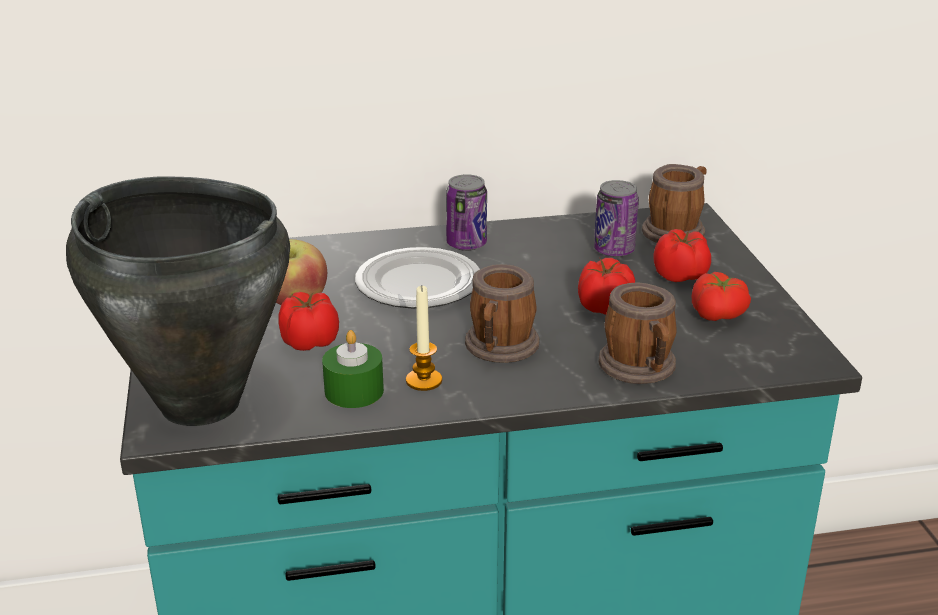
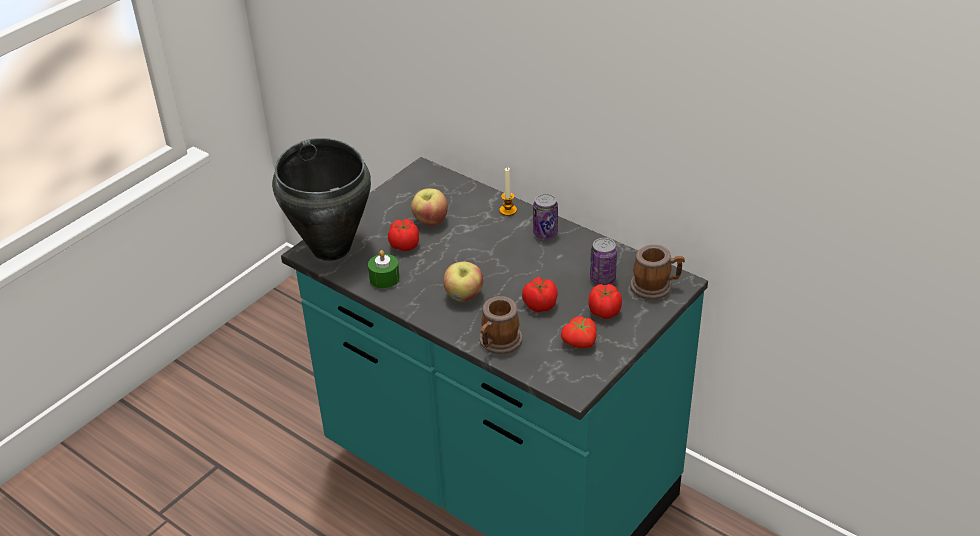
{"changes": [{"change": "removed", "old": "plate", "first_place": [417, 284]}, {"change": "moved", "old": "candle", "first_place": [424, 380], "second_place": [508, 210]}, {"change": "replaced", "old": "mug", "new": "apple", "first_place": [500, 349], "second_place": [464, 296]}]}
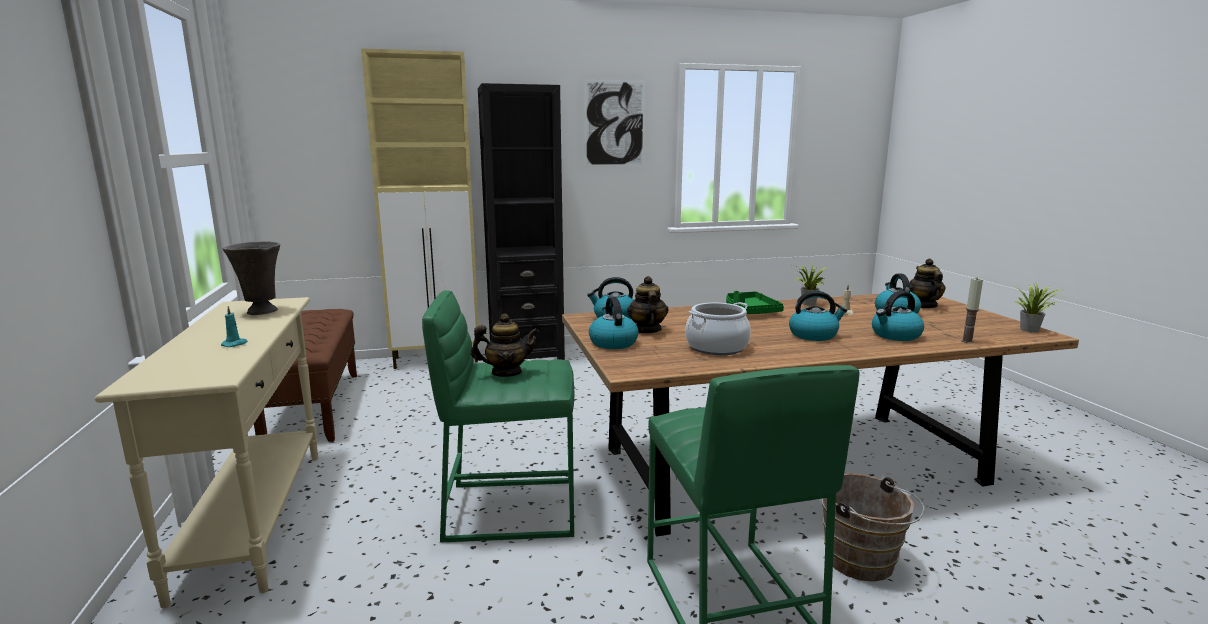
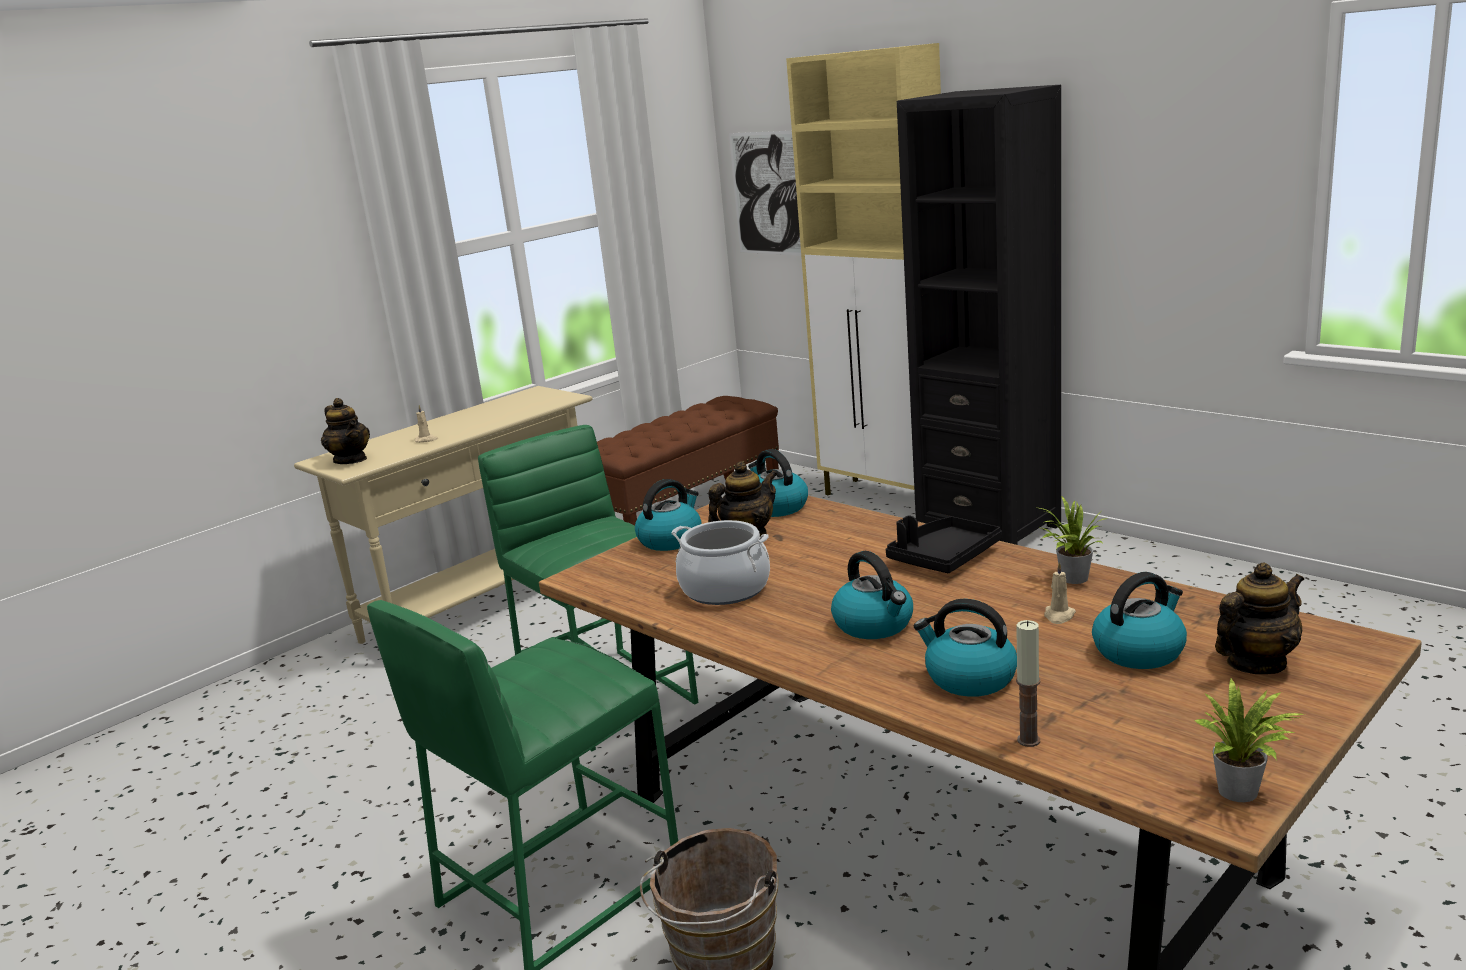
{"changes": [{"change": "removed", "old": "grey vase", "first_place": [261, 312]}, {"change": "moved", "old": "teapot", "first_place": [506, 373], "second_place": [351, 460]}, {"change": "moved", "old": "picture", "first_place": [614, 123], "second_place": [767, 193]}, {"change": "recoloured", "old": "turquoise candle", "new": "beige candle", "first_place": [235, 344], "second_place": [427, 440]}, {"change": "recoloured", "old": "green tray", "new": "black tray", "first_place": [750, 311], "second_place": [944, 557]}]}
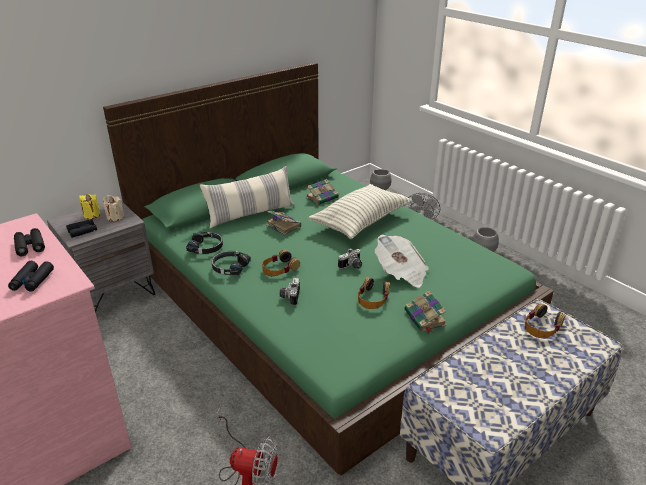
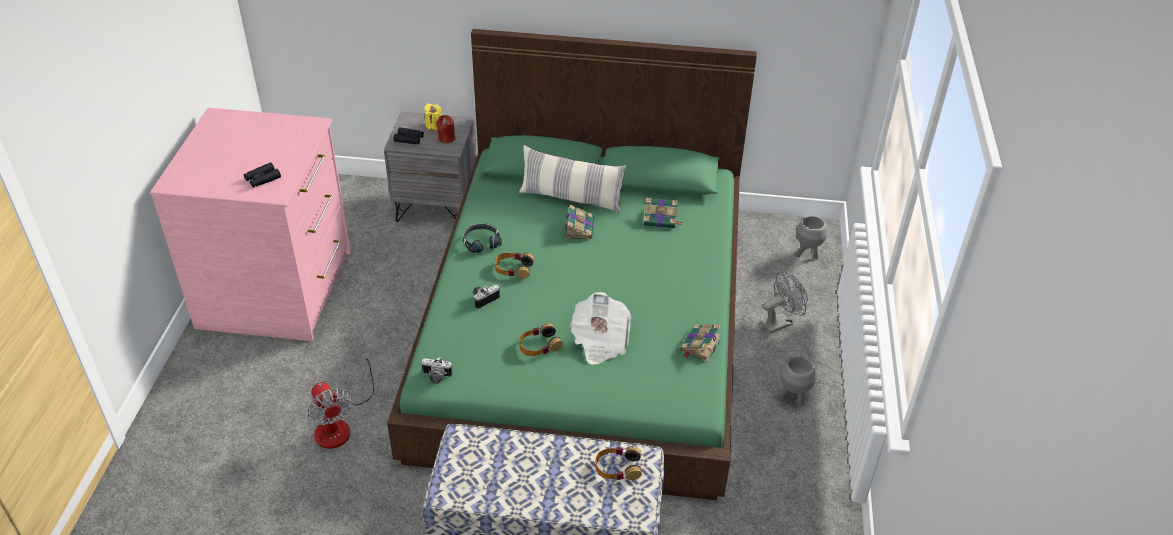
{"changes": [{"change": "removed", "old": "black binoculars", "first_place": [30, 246]}, {"change": "removed", "old": "black headphones", "first_place": [206, 247]}, {"change": "removed", "old": "pillow", "first_place": [361, 222]}, {"change": "moved", "old": "photo camera", "first_place": [352, 266], "second_place": [435, 377]}, {"change": "moved", "old": "book", "first_place": [425, 318], "second_place": [700, 346]}, {"change": "recoloured", "old": "beige candle", "new": "red candle", "first_place": [115, 217], "second_place": [446, 138]}]}
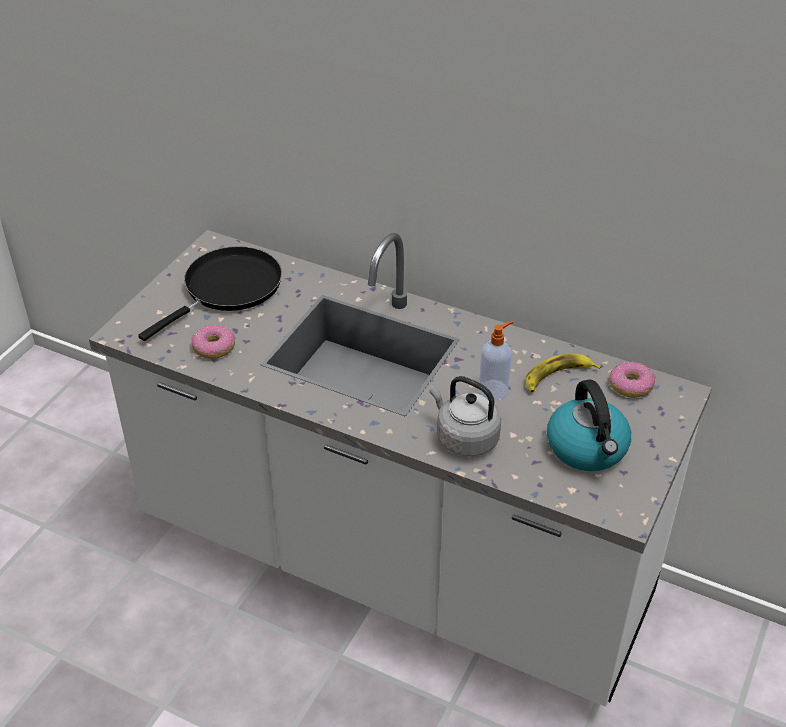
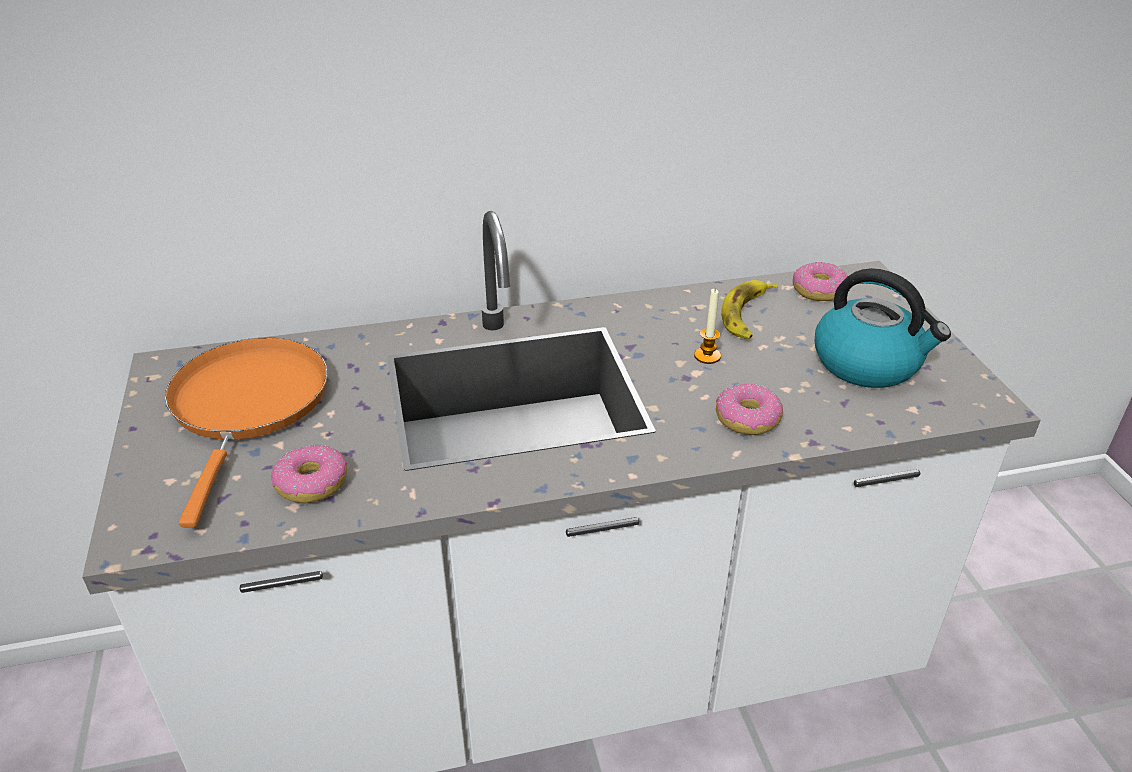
{"changes": [{"change": "replaced", "old": "grey kettle", "new": "donut", "first_place": [464, 438], "second_place": [747, 419]}, {"change": "replaced", "old": "soap dispenser", "new": "candle", "first_place": [494, 389], "second_place": [707, 356]}, {"change": "recoloured", "old": "black frying pan", "new": "orange frying pan", "first_place": [228, 289], "second_place": [248, 405]}]}
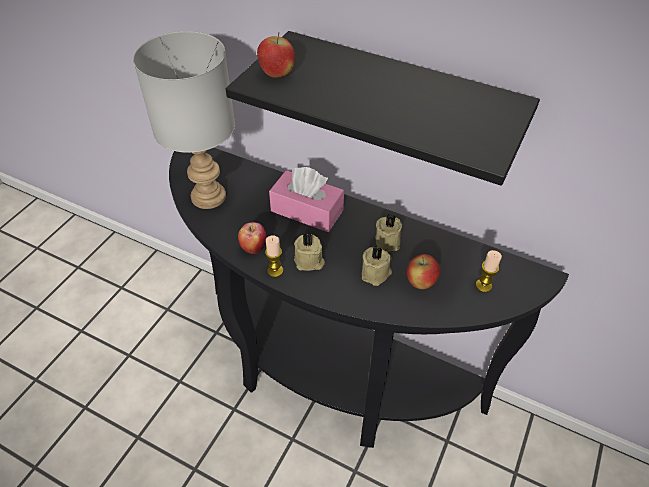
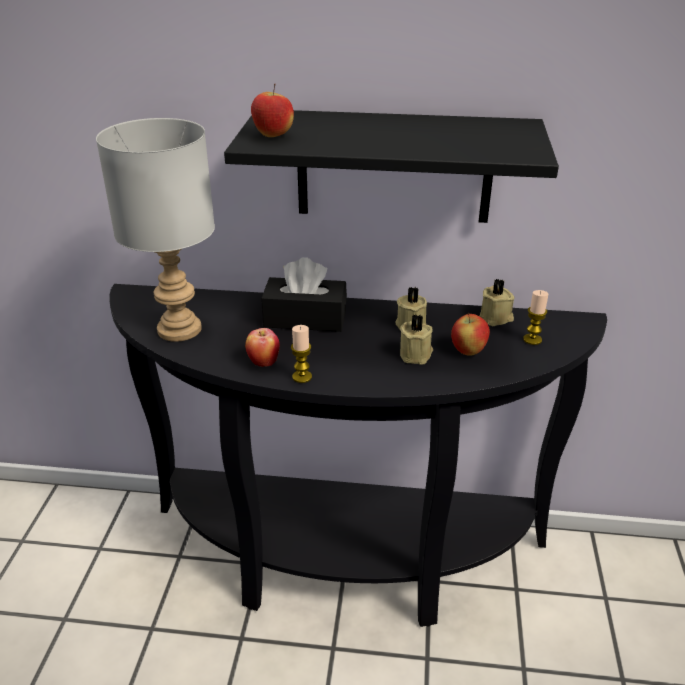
{"changes": [{"change": "moved", "old": "beige candle", "first_place": [309, 261], "second_place": [496, 318]}, {"change": "recoloured", "old": "pink tissue box", "new": "black tissue box", "first_place": [307, 211], "second_place": [305, 318]}]}
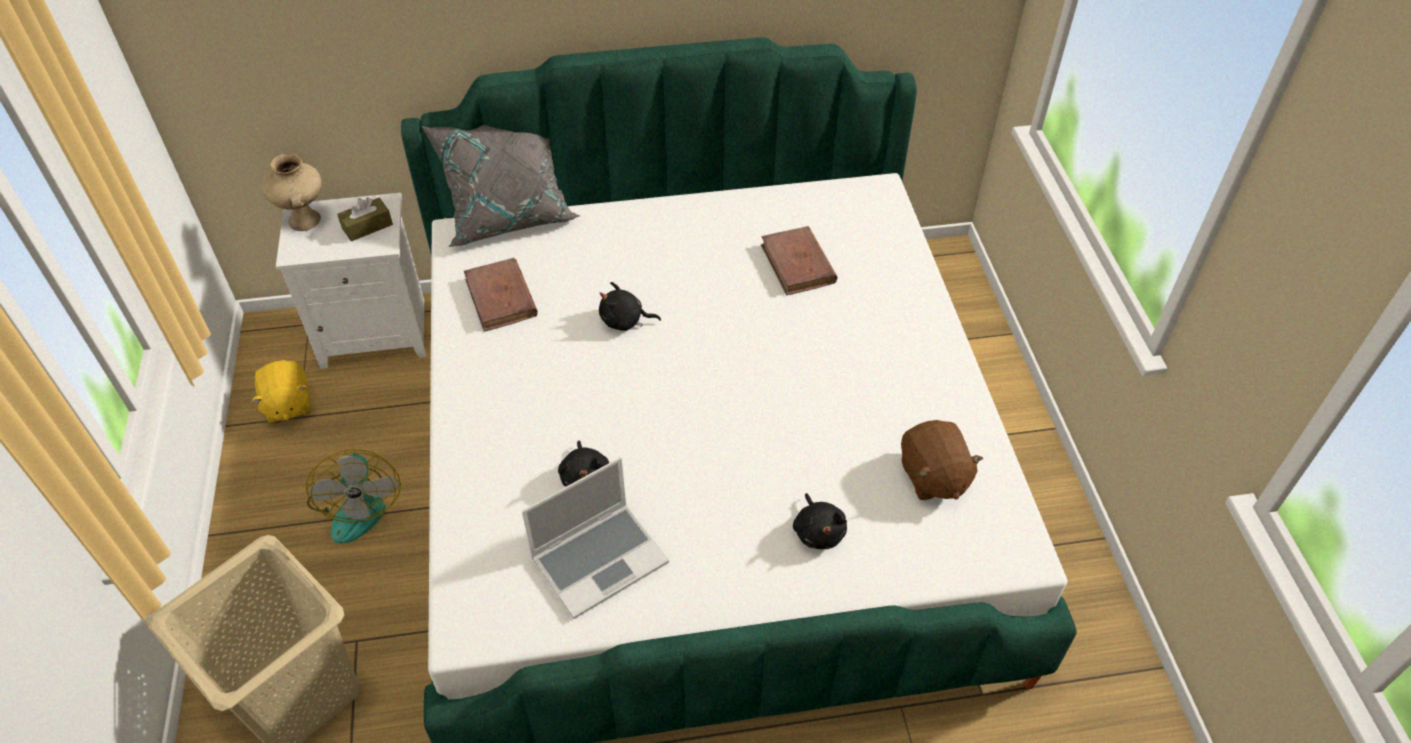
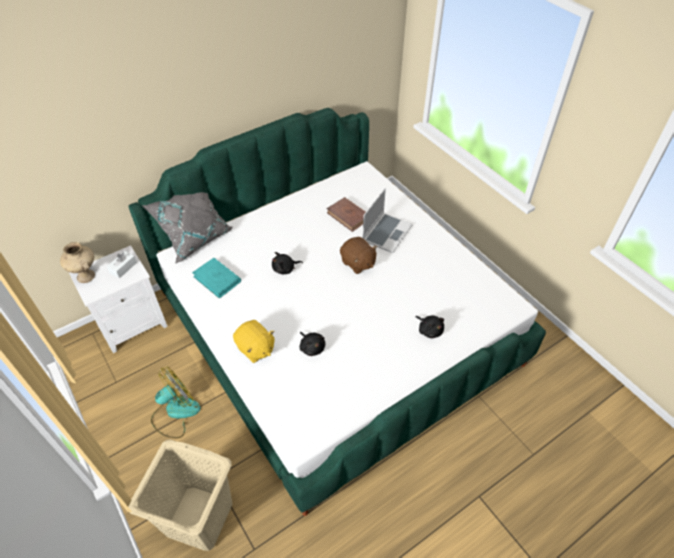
{"changes": [{"change": "moved", "old": "yellow plush toy", "first_place": [288, 405], "second_place": [255, 348]}, {"change": "moved", "old": "laptop", "first_place": [600, 559], "second_place": [386, 233]}, {"change": "moved", "old": "brown plush toy", "first_place": [933, 476], "second_place": [357, 263]}, {"change": "recoloured", "old": "brown tissue box", "new": "white tissue box", "first_place": [367, 226], "second_place": [123, 268]}, {"change": "recoloured", "old": "brown book", "new": "turquoise book", "first_place": [501, 298], "second_place": [217, 279]}, {"change": "turned", "old": "fan", "first_place": [357, 505], "second_place": [175, 412], "degrees": -90}]}
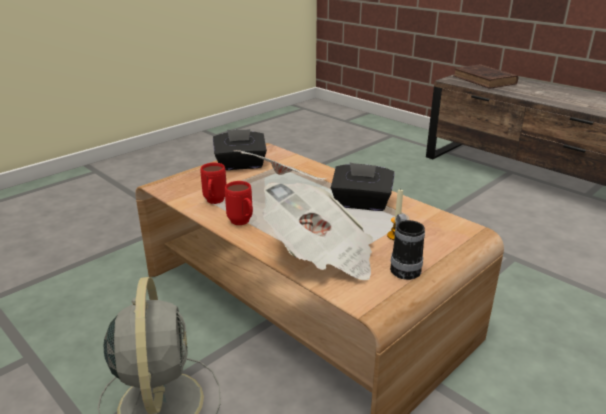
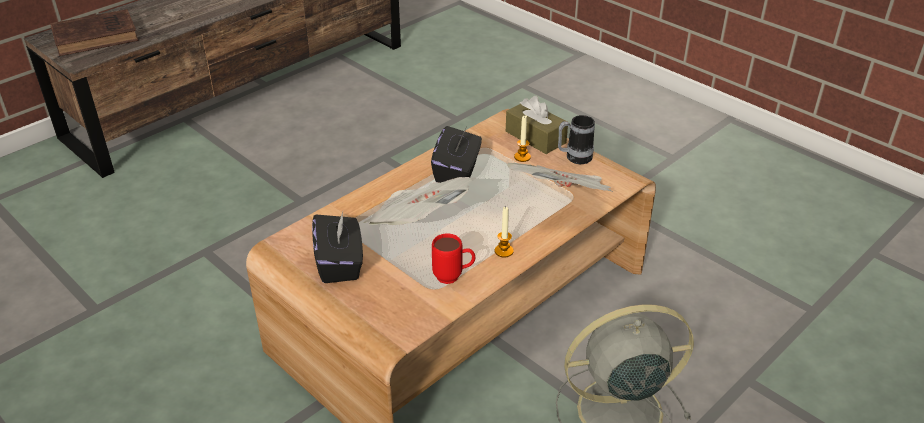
{"changes": [{"change": "added", "new": "brown tissue box", "second_place": [535, 137]}, {"change": "replaced", "old": "red mug", "new": "candle", "first_place": [242, 223], "second_place": [504, 251]}]}
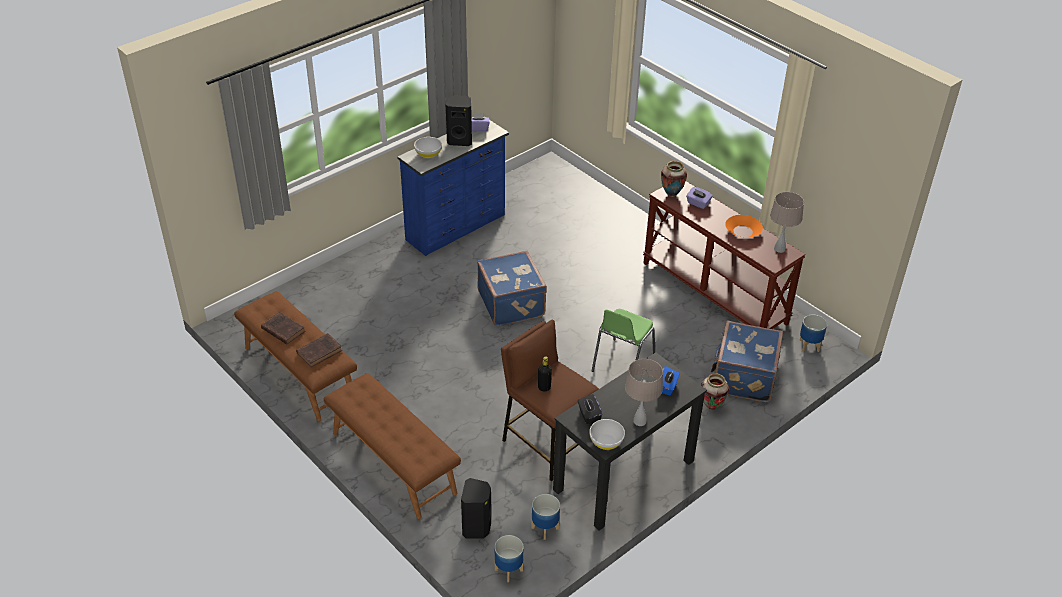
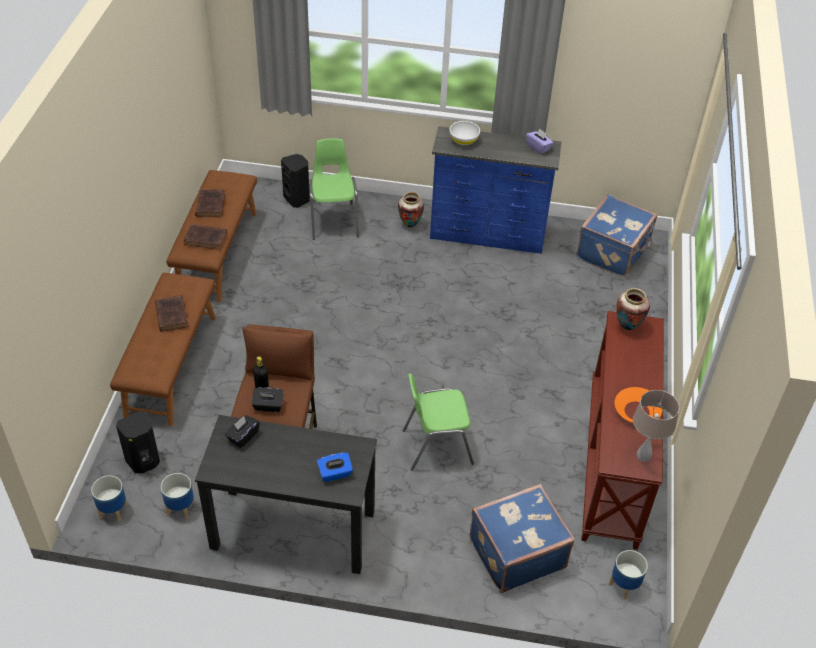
{"changes": [{"change": "removed", "old": "white bowl", "first_place": [606, 441]}, {"change": "removed", "old": "beige table lamp", "first_place": [639, 421]}, {"change": "removed", "old": "purple tissue box", "first_place": [698, 203]}, {"change": "added", "new": "brown book", "second_place": [171, 314]}, {"change": "added", "new": "black tissue box", "second_place": [268, 406]}, {"change": "added", "new": "green chair", "second_place": [334, 221]}, {"change": "moved", "old": "black speaker", "first_place": [460, 140], "second_place": [297, 199]}, {"change": "moved", "old": "blue suitcase", "first_place": [512, 303], "second_place": [614, 252]}, {"change": "moved", "old": "vase", "first_place": [711, 406], "second_place": [410, 225]}]}
